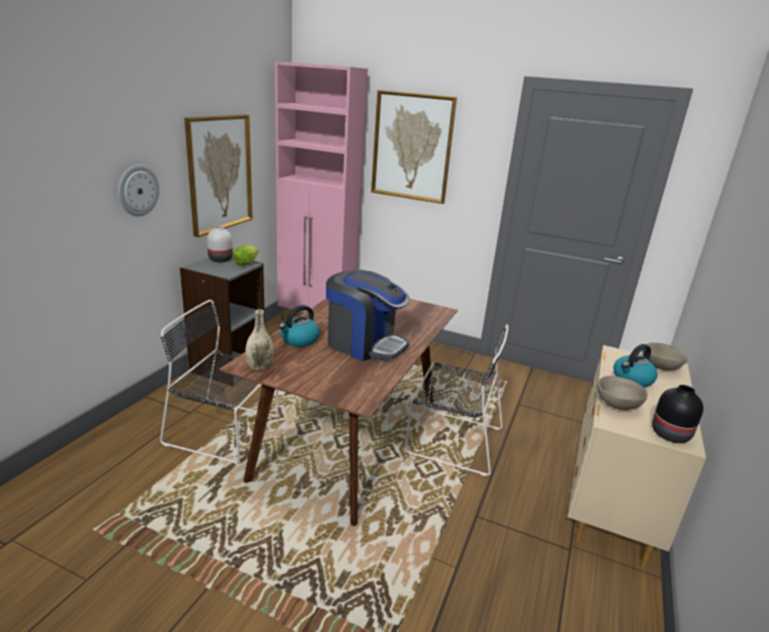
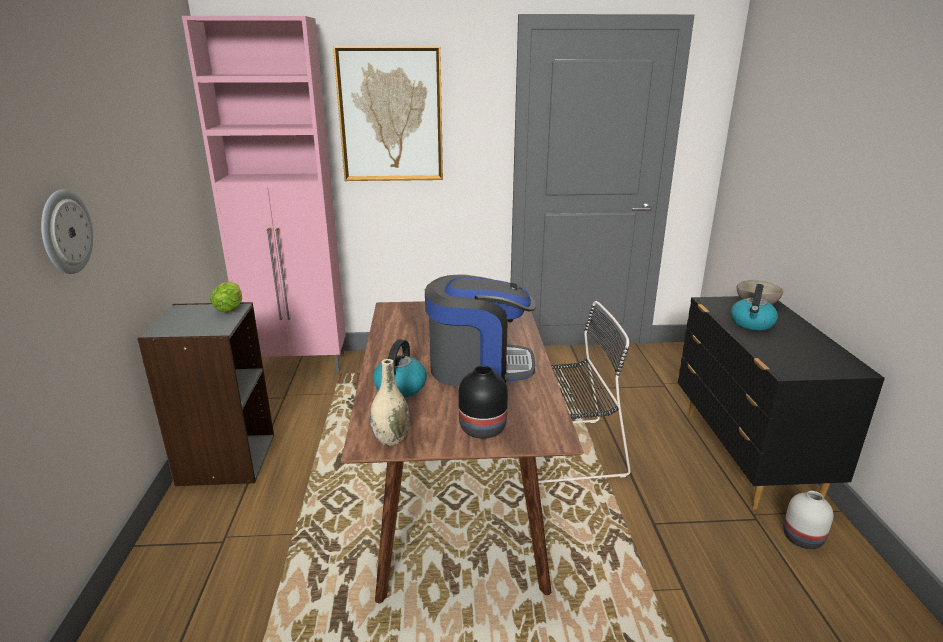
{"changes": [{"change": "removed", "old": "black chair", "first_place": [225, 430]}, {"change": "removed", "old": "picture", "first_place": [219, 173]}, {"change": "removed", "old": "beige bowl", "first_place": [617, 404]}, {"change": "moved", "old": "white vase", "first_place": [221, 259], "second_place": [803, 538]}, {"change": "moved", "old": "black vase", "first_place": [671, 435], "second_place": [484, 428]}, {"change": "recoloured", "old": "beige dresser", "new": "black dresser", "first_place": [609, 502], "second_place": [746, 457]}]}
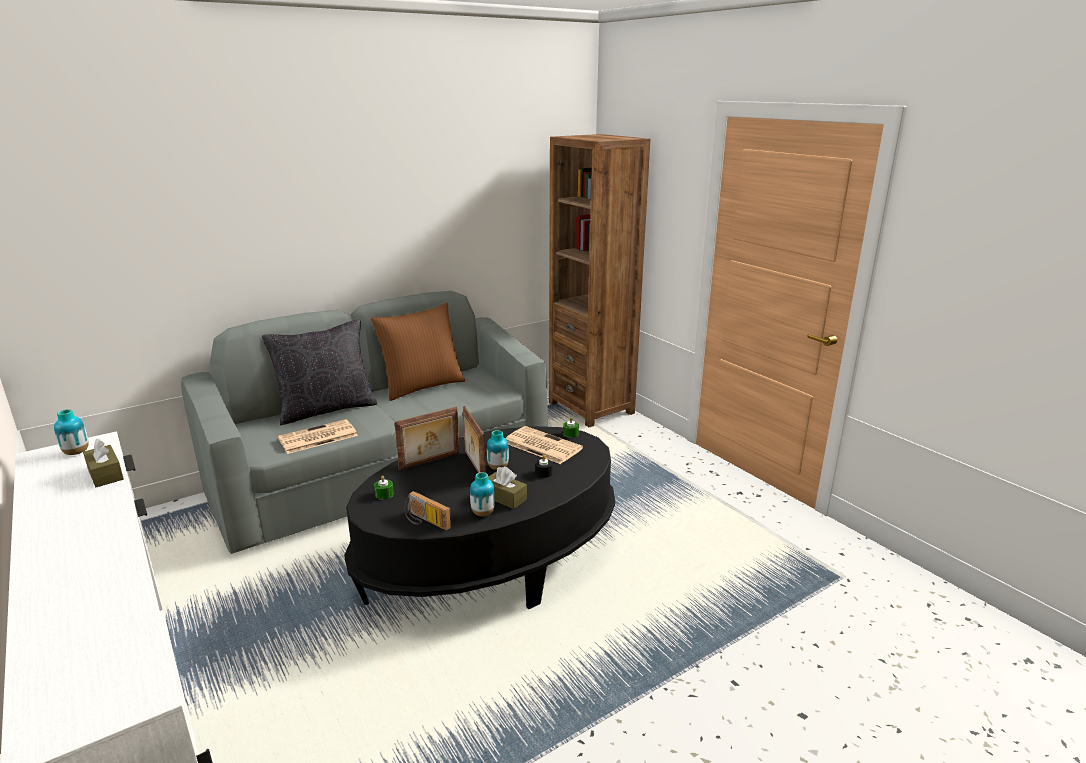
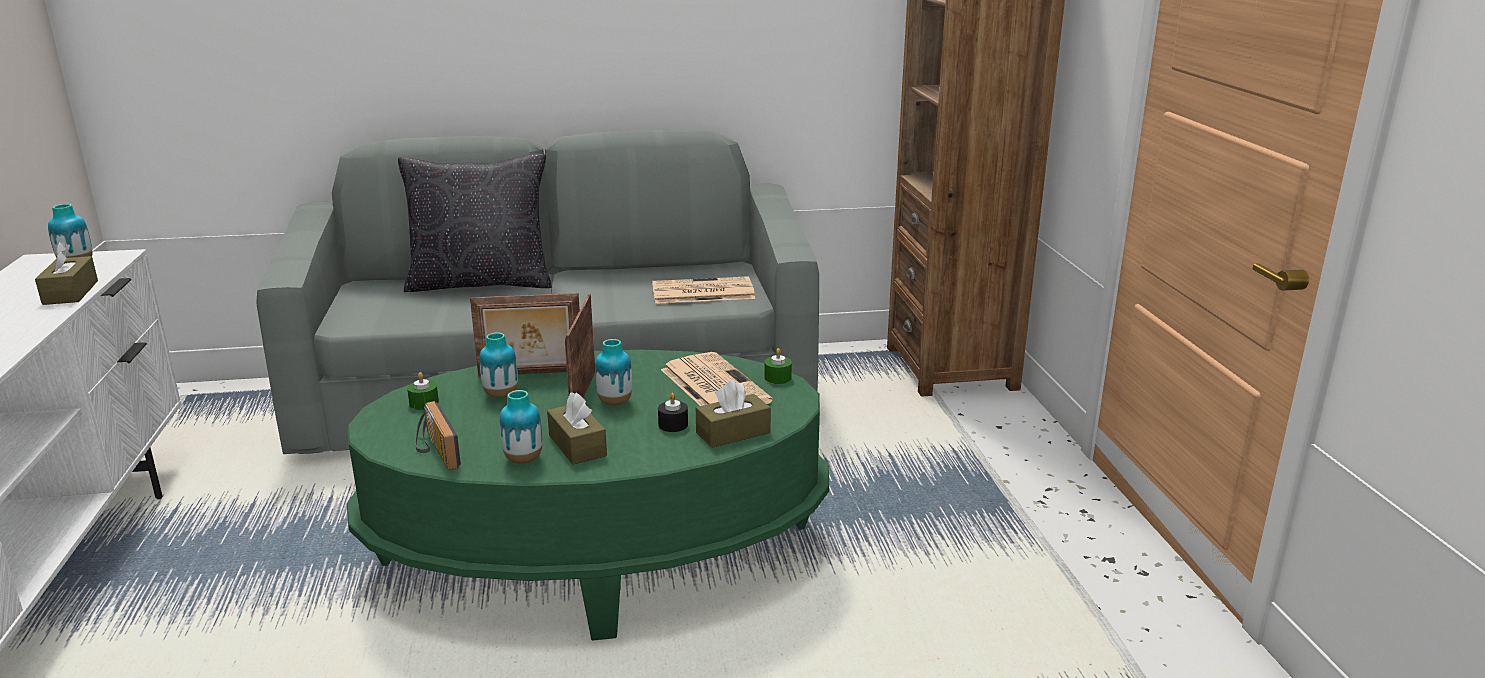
{"changes": [{"change": "removed", "old": "brown pillow", "first_place": [422, 386]}, {"change": "added", "new": "vase", "second_place": [501, 395]}, {"change": "added", "new": "brown tissue box", "second_place": [733, 433]}, {"change": "moved", "old": "newspaper", "first_place": [317, 437], "second_place": [701, 292]}, {"change": "recoloured", "old": "black coffee table", "new": "green coffee table", "first_place": [490, 560], "second_place": [599, 554]}]}
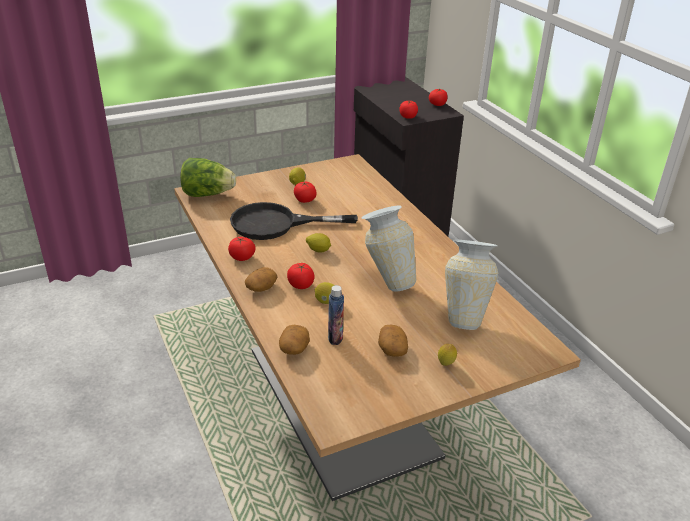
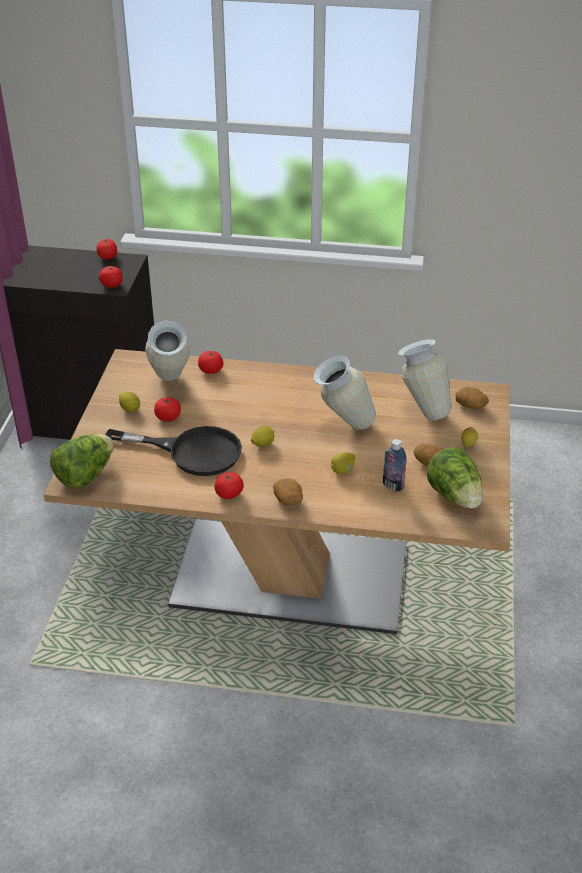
{"changes": [{"change": "added", "new": "vase", "second_place": [170, 387]}, {"change": "added", "new": "lettuce", "second_place": [455, 496]}, {"change": "moved", "old": "potato", "first_place": [294, 348], "second_place": [471, 405]}, {"change": "moved", "old": "tomato", "first_place": [301, 285], "second_place": [211, 370]}, {"change": "turned", "old": "black frying pan", "first_place": [276, 224], "second_place": [192, 452], "degrees": -105}]}
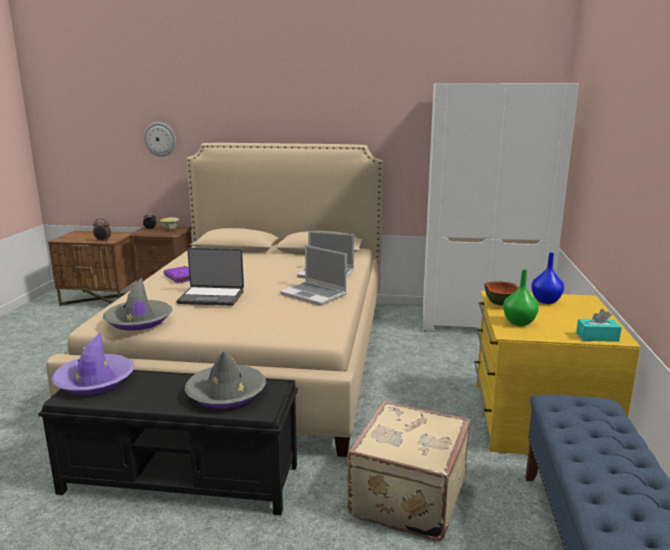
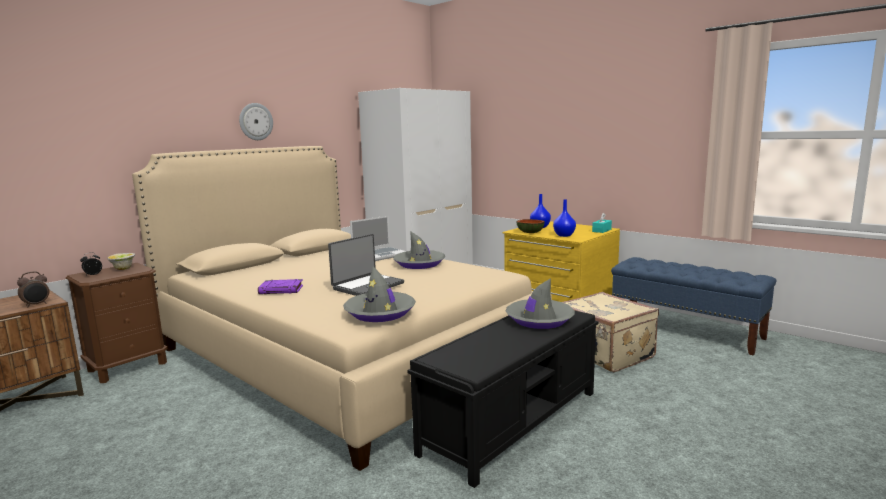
{"changes": [{"change": "removed", "old": "purple hat", "first_place": [95, 381]}, {"change": "moved", "old": "wall clock", "first_place": [160, 139], "second_place": [255, 121]}, {"change": "replaced", "old": "laptop", "new": "grey hat", "first_place": [314, 294], "second_place": [419, 264]}, {"change": "recoloured", "old": "green vase", "new": "blue vase", "first_place": [519, 322], "second_place": [564, 235]}]}
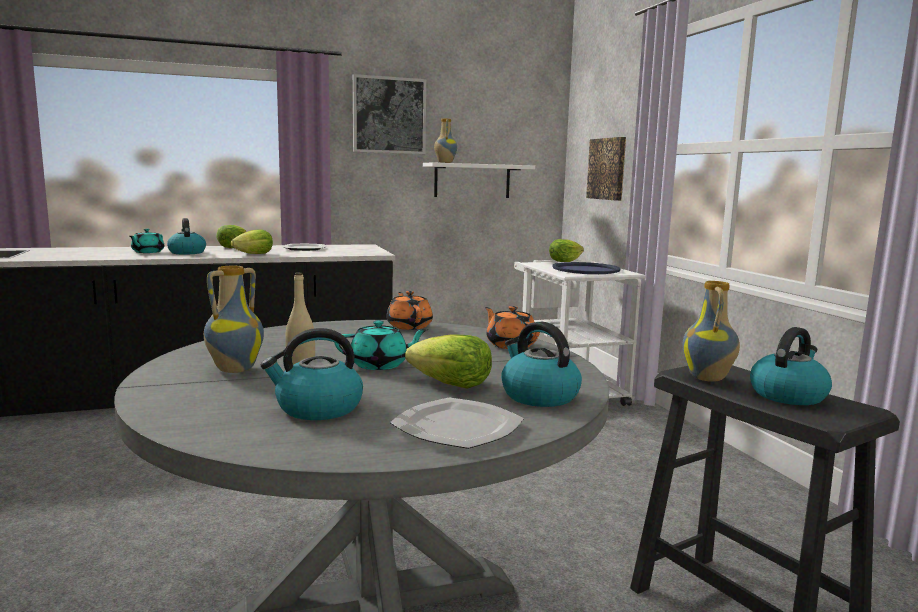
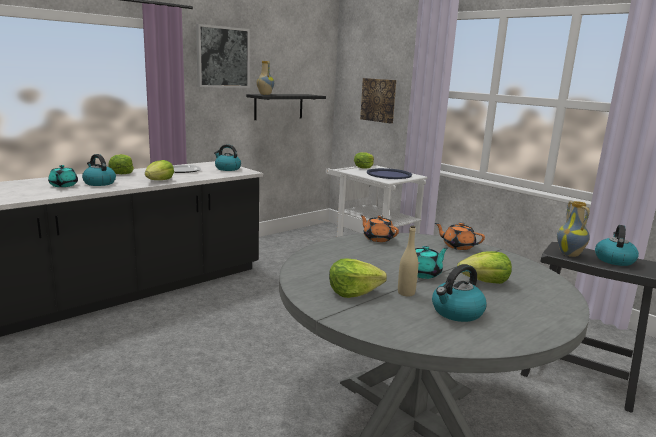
{"changes": [{"change": "removed", "old": "plate", "first_place": [456, 427]}, {"change": "moved", "old": "kettle", "first_place": [538, 396], "second_place": [227, 169]}, {"change": "replaced", "old": "vase", "new": "lettuce", "first_place": [235, 369], "second_place": [353, 292]}, {"change": "recoloured", "old": "white shelf", "new": "black shelf", "first_place": [472, 180], "second_place": [278, 106]}]}
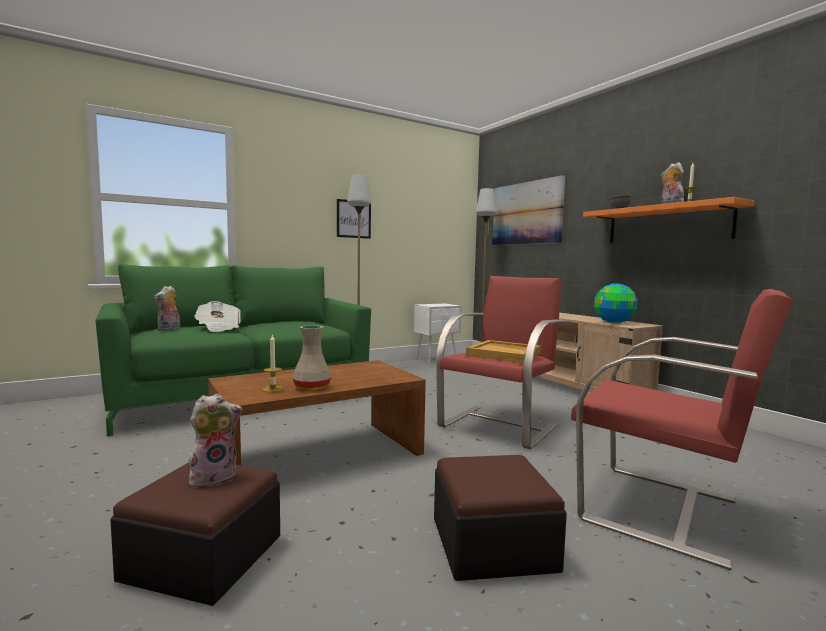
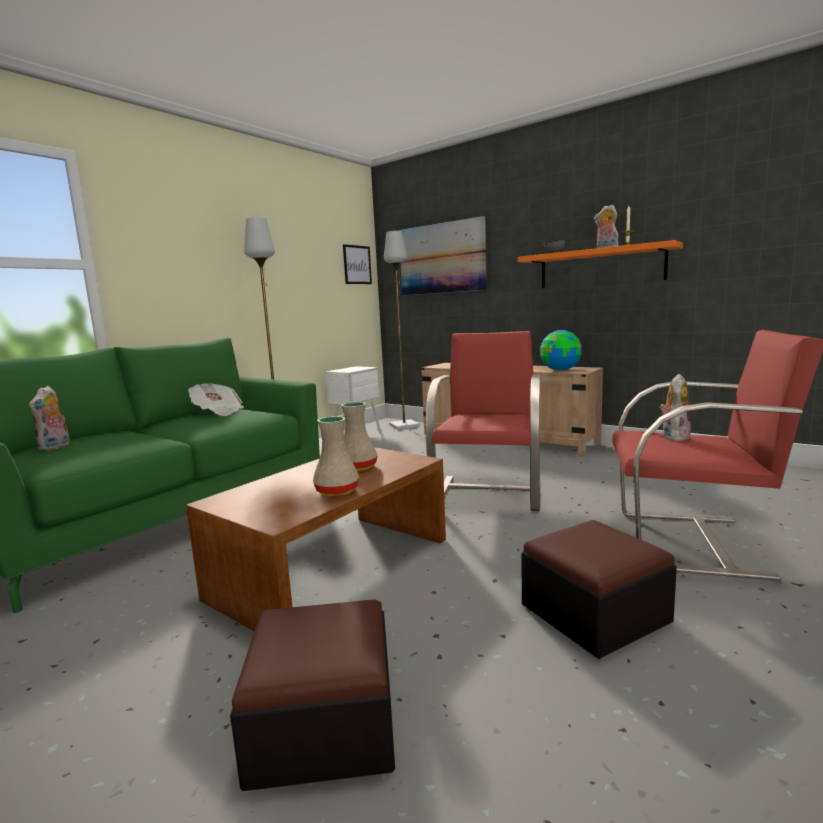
{"changes": [{"change": "removed", "old": "candle", "first_place": [273, 389]}, {"change": "removed", "old": "beige tray", "first_place": [504, 354]}, {"change": "added", "new": "beige vase", "second_place": [357, 467]}, {"change": "moved", "old": "plush toy", "first_place": [214, 477], "second_place": [674, 437]}, {"change": "moved", "old": "newspaper", "first_place": [218, 329], "second_place": [218, 412]}, {"change": "moved", "old": "picture", "first_place": [353, 219], "second_place": [357, 265]}]}
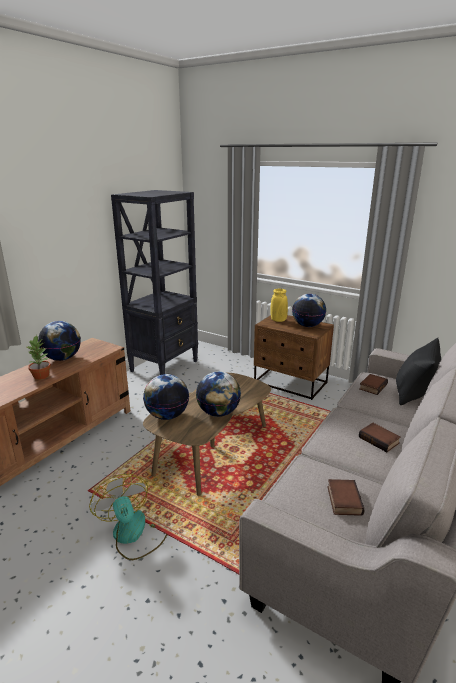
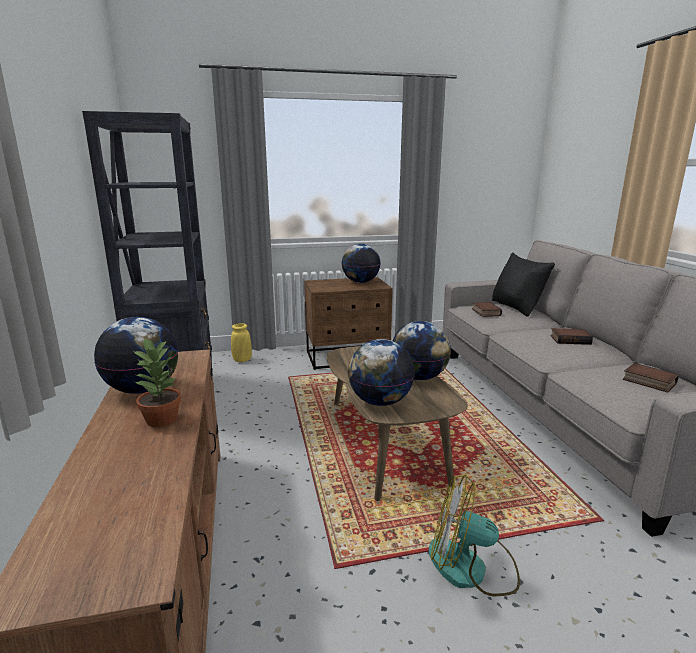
{"changes": [{"change": "moved", "old": "yellow vase", "first_place": [278, 320], "second_place": [242, 360]}]}
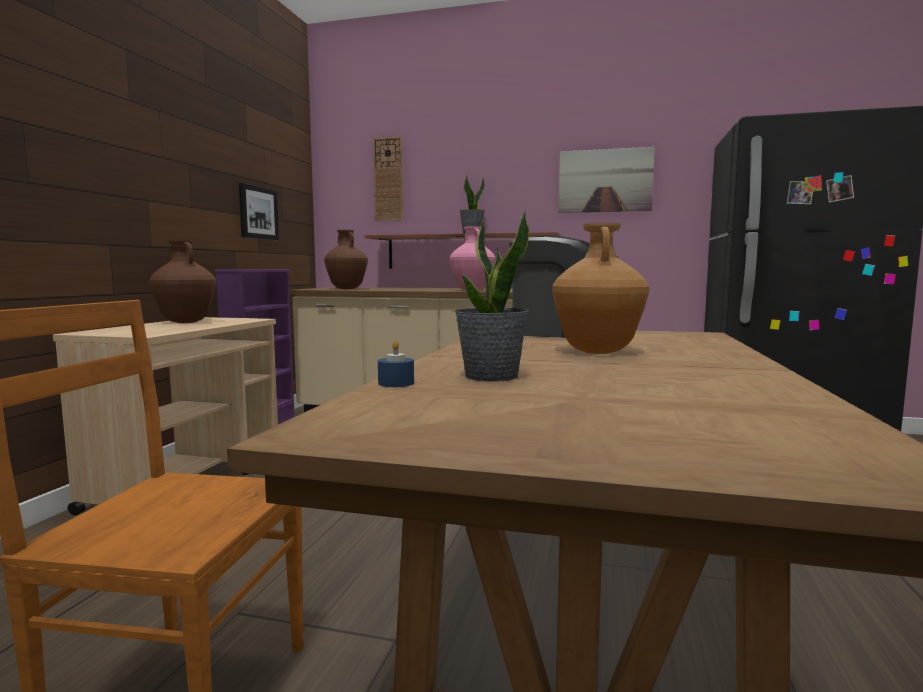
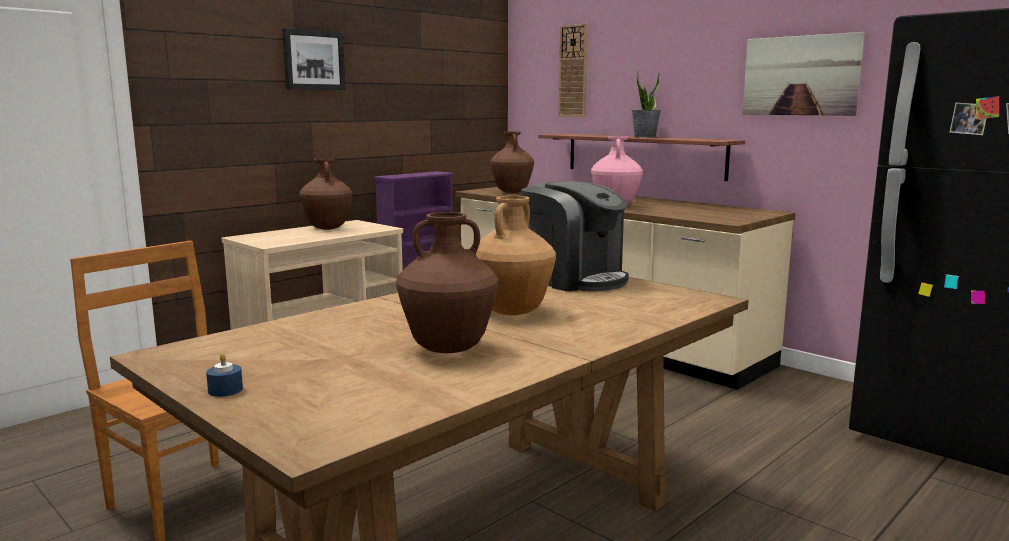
{"changes": [{"change": "removed", "old": "potted plant", "first_place": [491, 376]}, {"change": "added", "new": "brown vase", "second_place": [447, 349]}, {"change": "moved", "old": "picture", "first_place": [258, 213], "second_place": [313, 60]}, {"change": "moved", "old": "blue candle", "first_place": [396, 383], "second_place": [225, 390]}]}
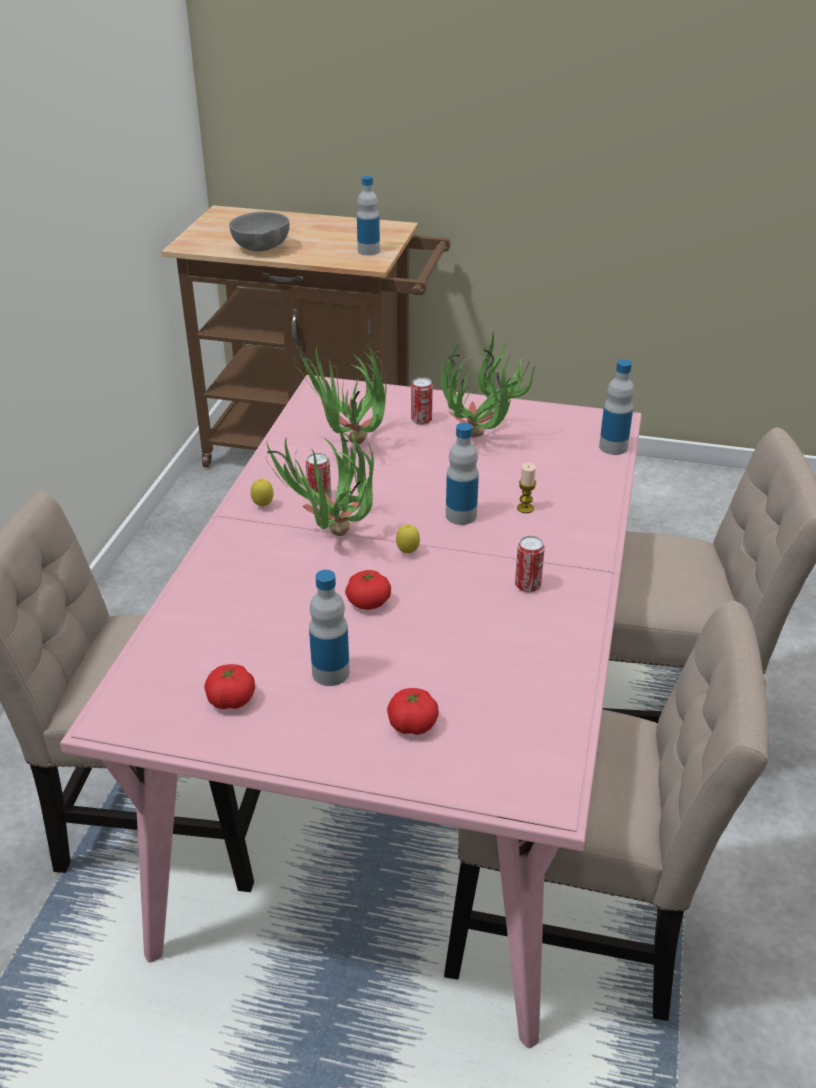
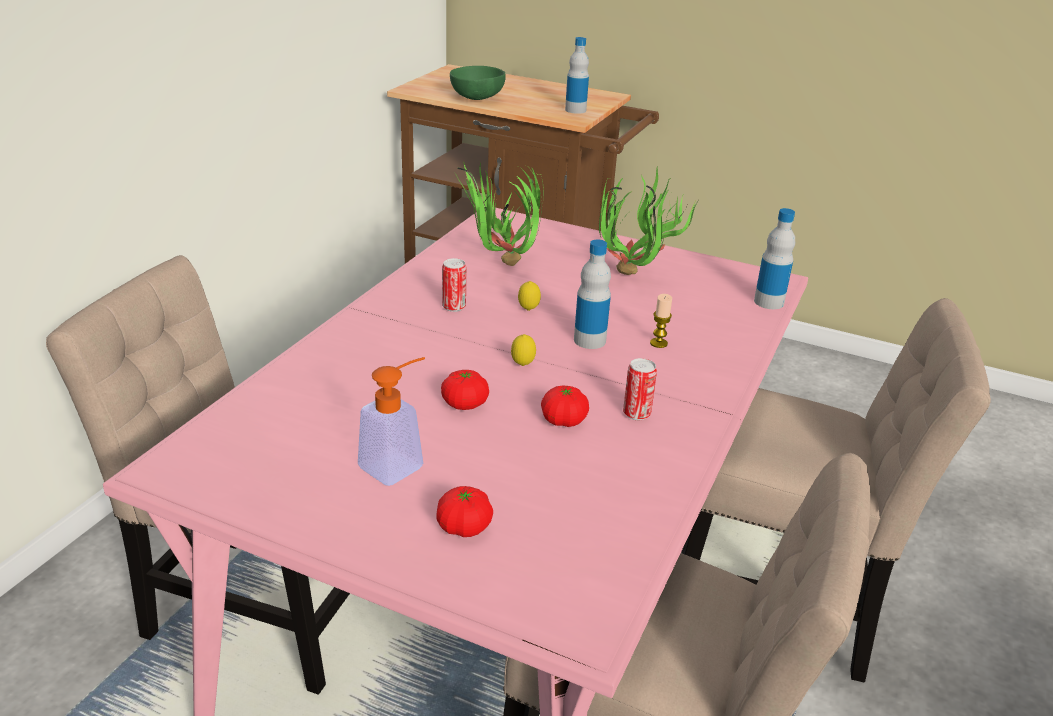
{"changes": [{"change": "removed", "old": "potted plant", "first_place": [333, 541]}, {"change": "removed", "old": "can", "first_place": [421, 420]}, {"change": "moved", "old": "tomato", "first_place": [231, 700], "second_place": [563, 420]}, {"change": "moved", "old": "lemon", "first_place": [263, 506], "second_place": [528, 310]}, {"change": "replaced", "old": "bottle", "new": "soap dispenser", "first_place": [330, 673], "second_place": [399, 463]}, {"change": "recoloured", "old": "grey bowl", "new": "green bowl", "first_place": [261, 249], "second_place": [477, 99]}]}
